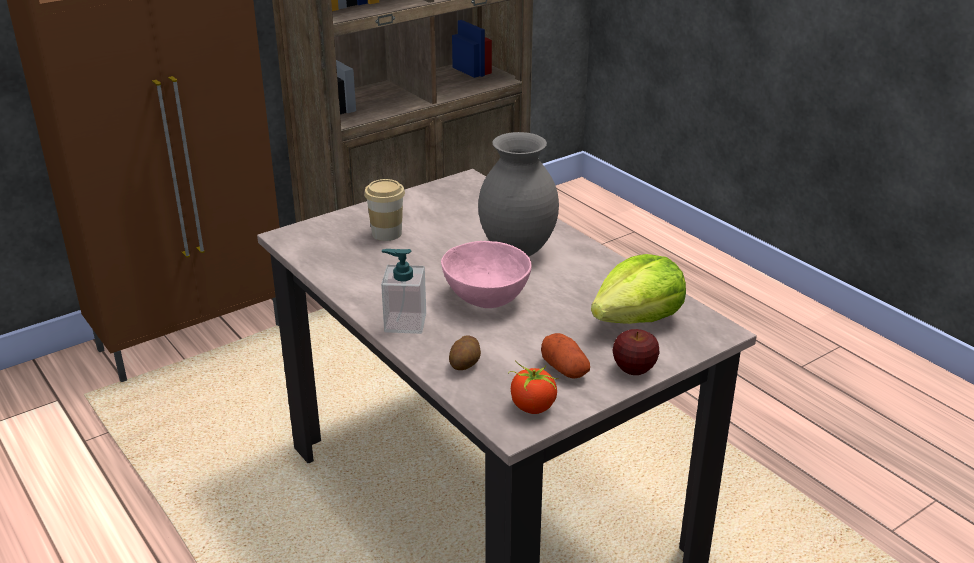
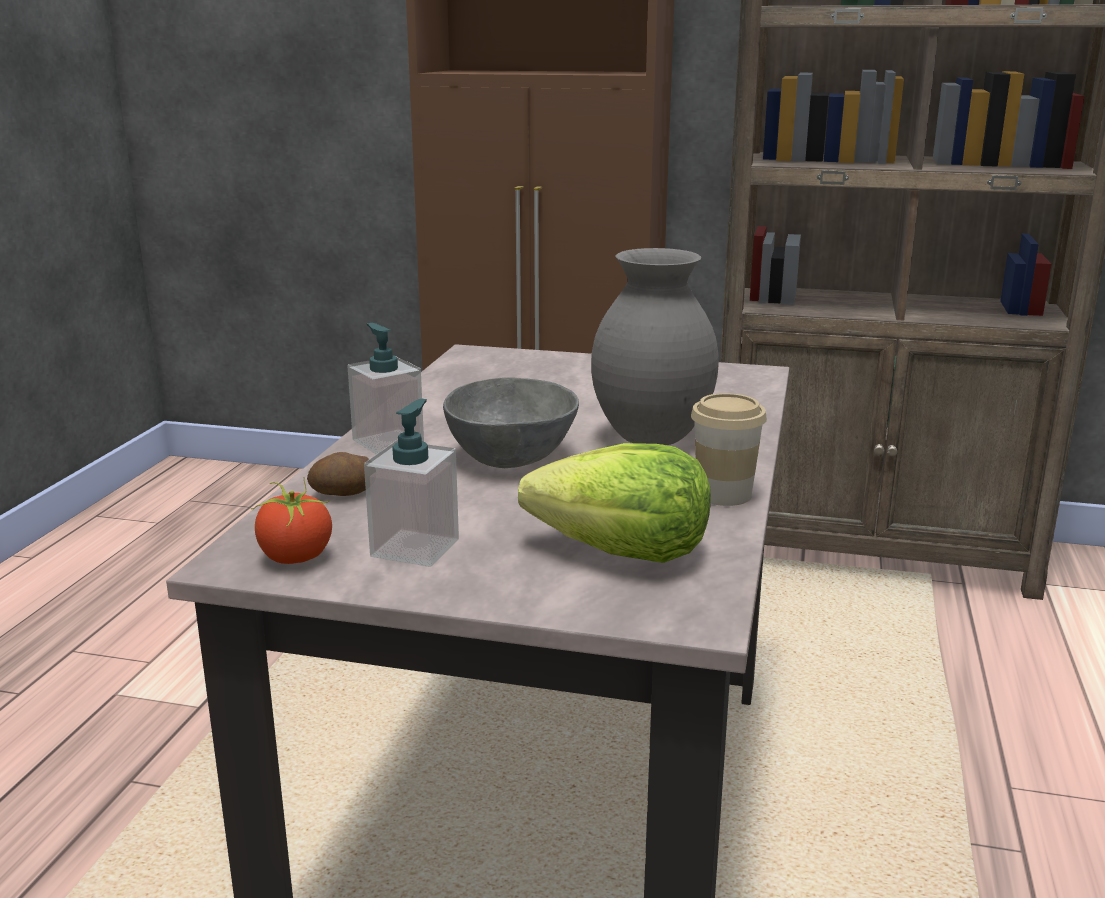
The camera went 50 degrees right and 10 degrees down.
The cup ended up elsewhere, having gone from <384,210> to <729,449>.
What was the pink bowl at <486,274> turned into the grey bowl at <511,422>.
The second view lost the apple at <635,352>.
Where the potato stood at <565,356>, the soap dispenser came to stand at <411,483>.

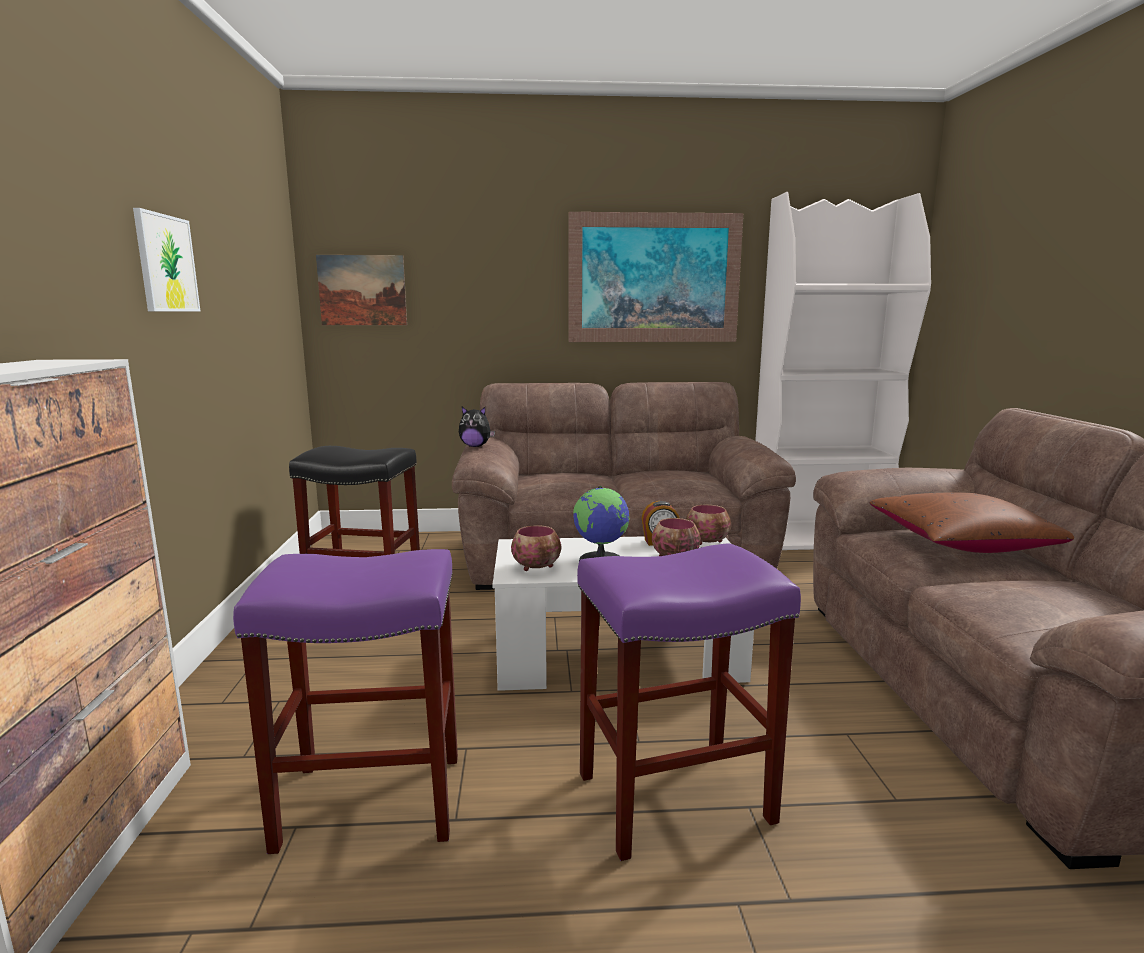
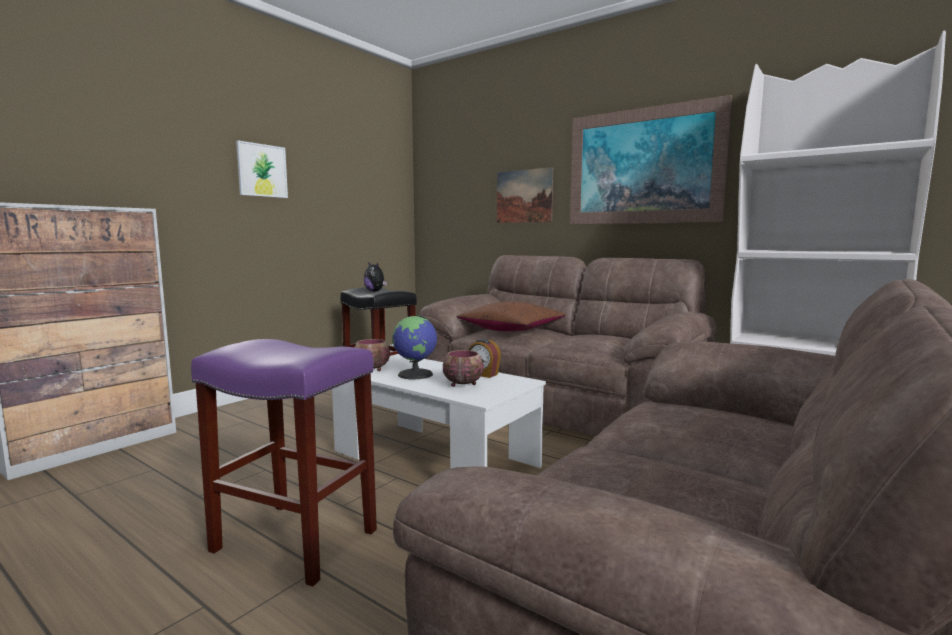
The camera went 40 degrees right and 5 degrees down.
The picture ended up elsewhere, having gone from <361,290> to <525,195>.
The plush toy ended up elsewhere, having gone from <477,427> to <375,277>.
The brown pillow ended up elsewhere, having gone from <972,522> to <511,316>.
The second view lost the bowl at <708,525>.
The second view lost the purple stool at <345,701>.

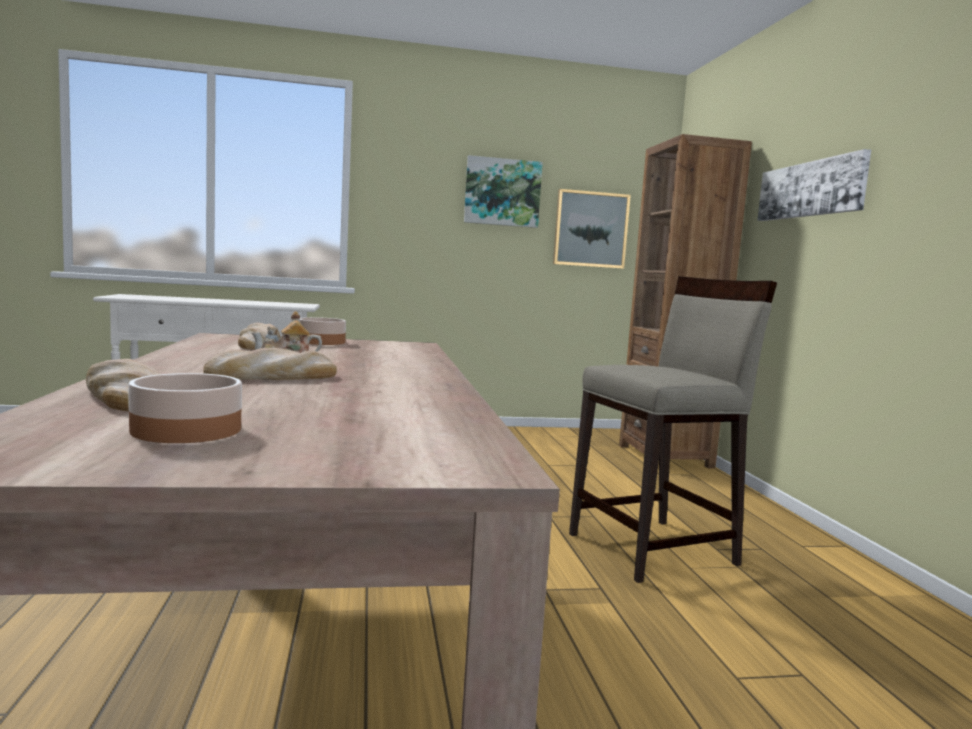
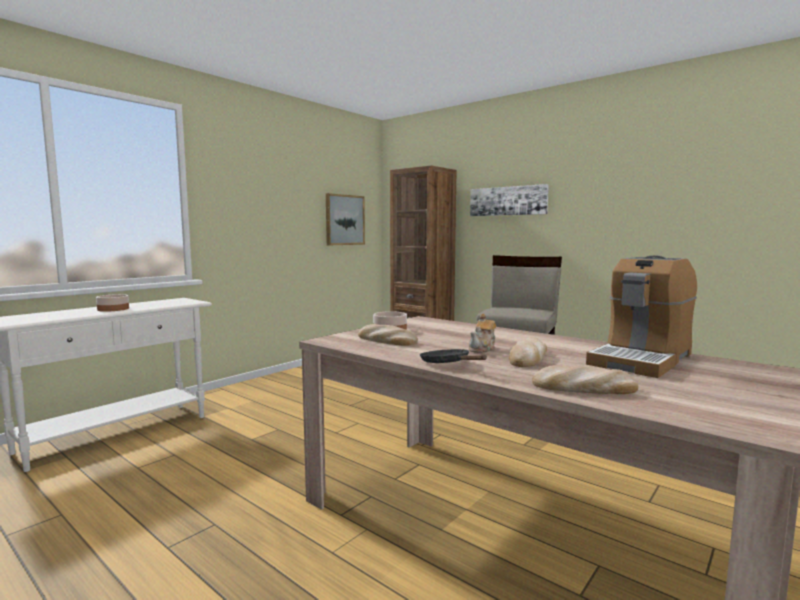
The camera went 40 degrees left and 0 degrees up.
The second view lost the picture at <503,191>.
The bowl ended up elsewhere, having gone from <185,408> to <112,303>.
The second view gained the coffee machine at <641,316>.
The second view gained the black frying pan at <453,356>.

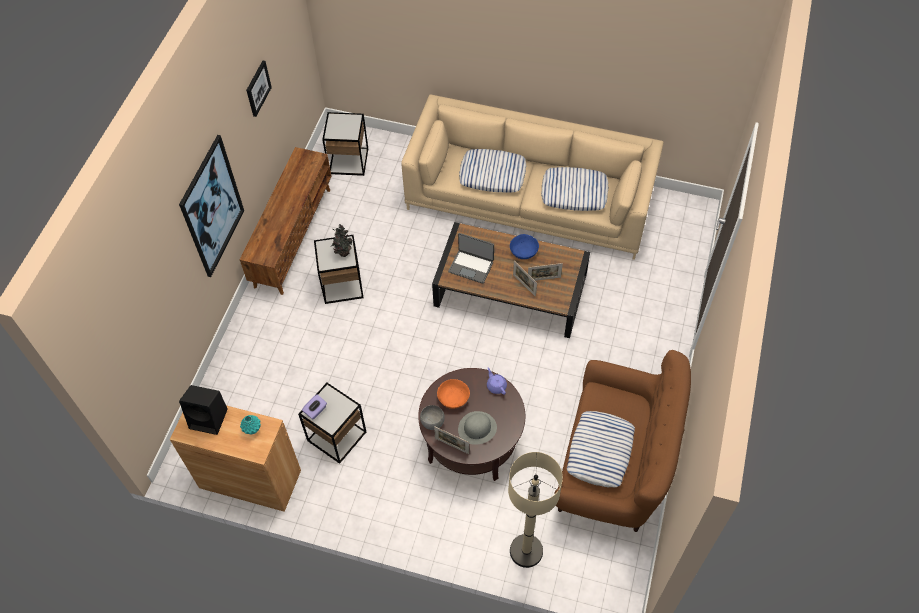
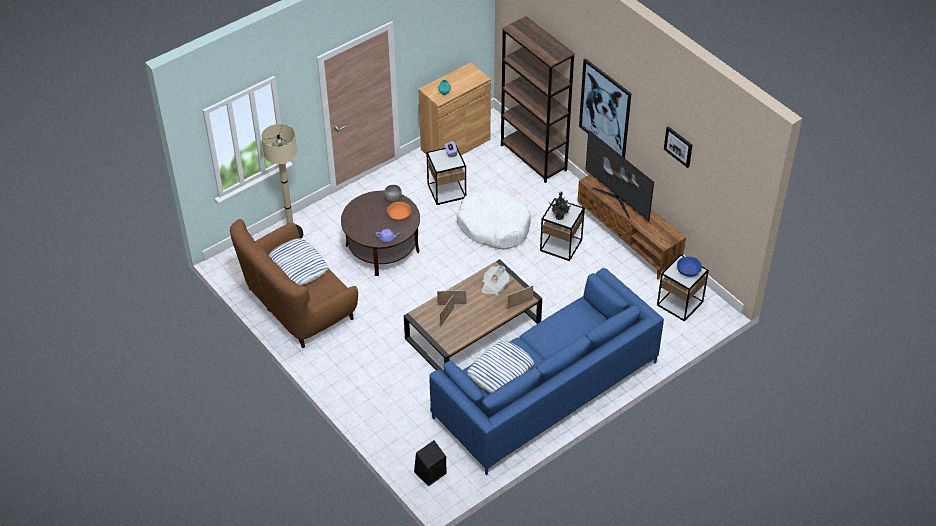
The camera went 125 degrees right and 10 degrees down.
What was the beige sofa at <532,177> turned into the blue sofa at <546,371>.
The second view lost the pillow at <493,170>.
Where the laptop stood at <471,258>, the newspaper came to stand at <496,280>.
The blue bowl ended up elsewhere, having gone from <524,246> to <689,266>.
The black speaker ended up elsewhere, having gone from <203,410> to <430,463>.
The second view lost the grey hat at <477,428>.
The picture frame ended up elsewhere, having gone from <451,440> to <520,297>.
The second view gained the brown bookcase at <538,99>.
The second view gained the television at <619,176>.
The second view gained the white dog bed at <494,219>.

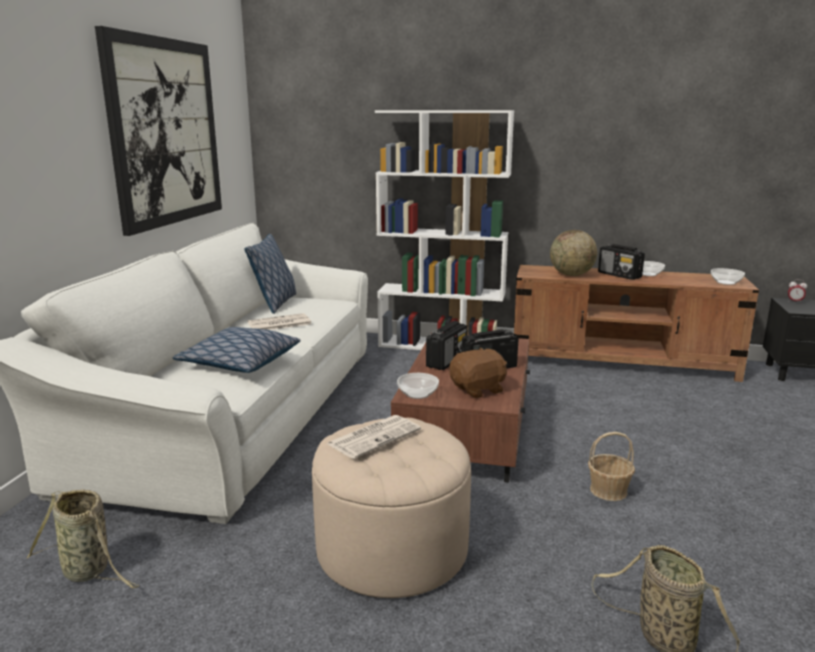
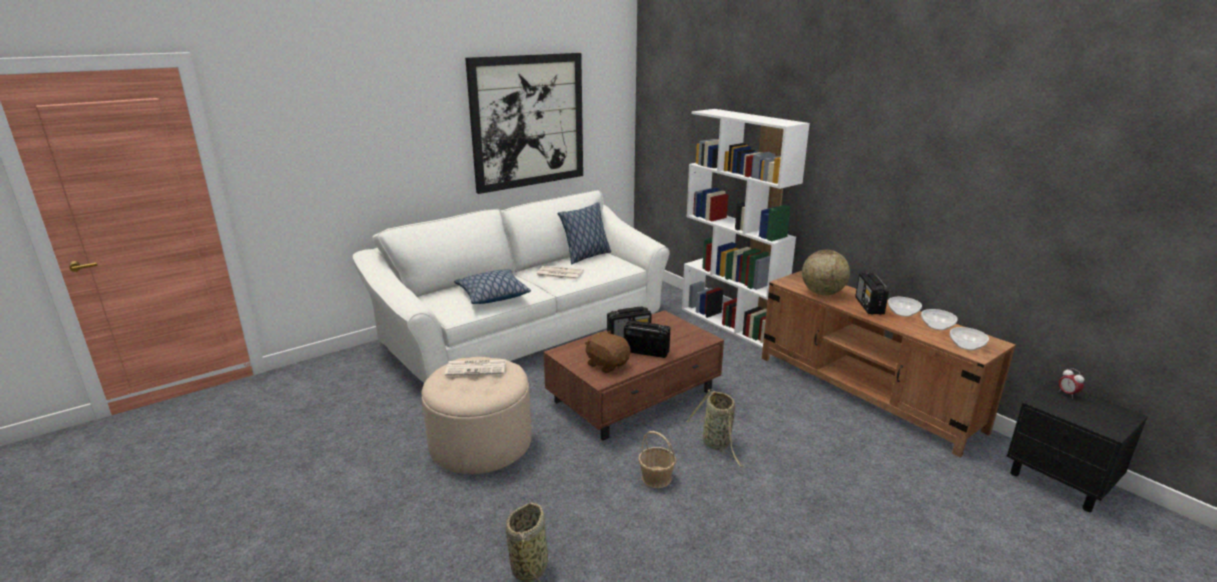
The camera went 40 degrees right and 5 degrees up.
The brown plush toy at <478,372> ended up facing another way, 150 degrees counterclockwise from before.
The bowl ended up elsewhere, having gone from <418,386> to <939,319>.
The basket ended up elsewhere, having gone from <82,539> to <715,428>.

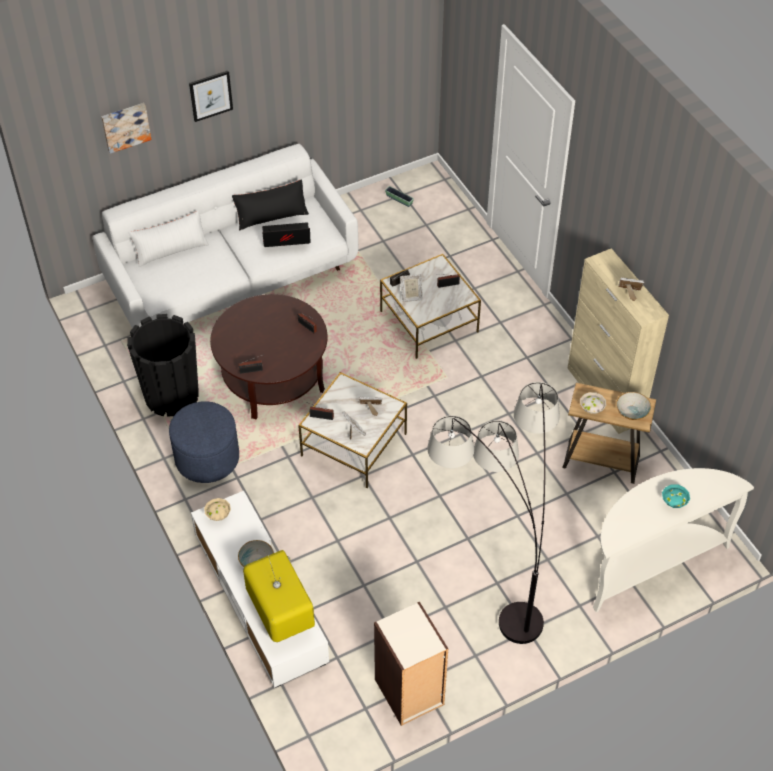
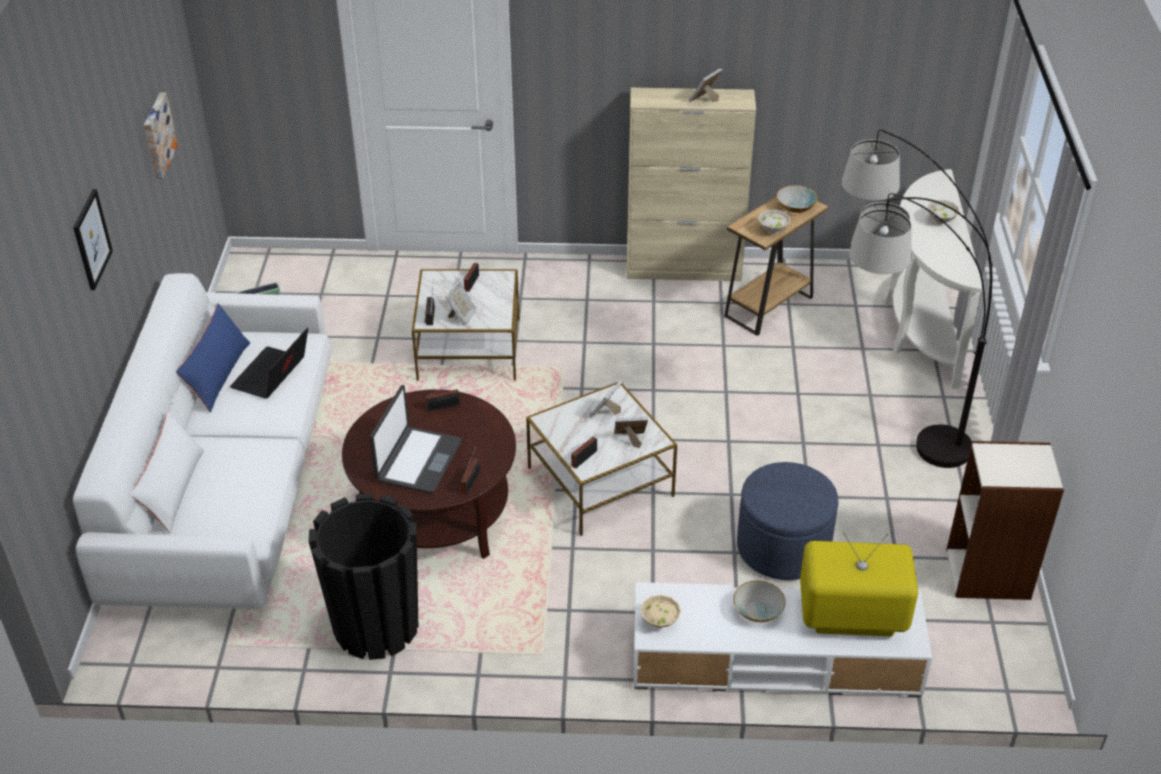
The camera went 60 degrees left and 10 degrees down.
The picture ended up elsewhere, having gone from <126,128> to <161,135>.
What was the black pillow at <270,205> turned into the blue pillow at <213,358>.
The blue ottoman ended up elsewhere, having gone from <204,442> to <787,521>.
What was the turquoise bowl at <676,496> turned into the white bowl at <943,212>.
The second view gained the laptop at <416,439>.

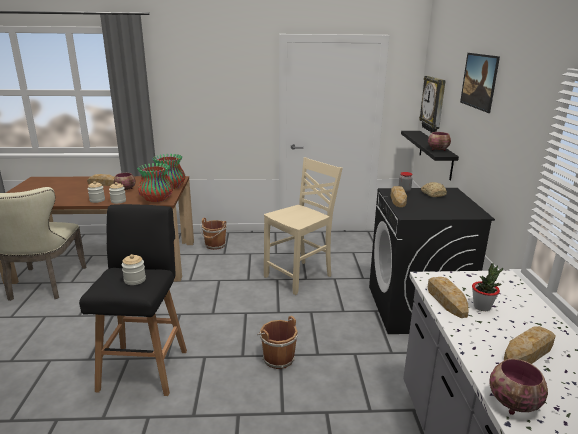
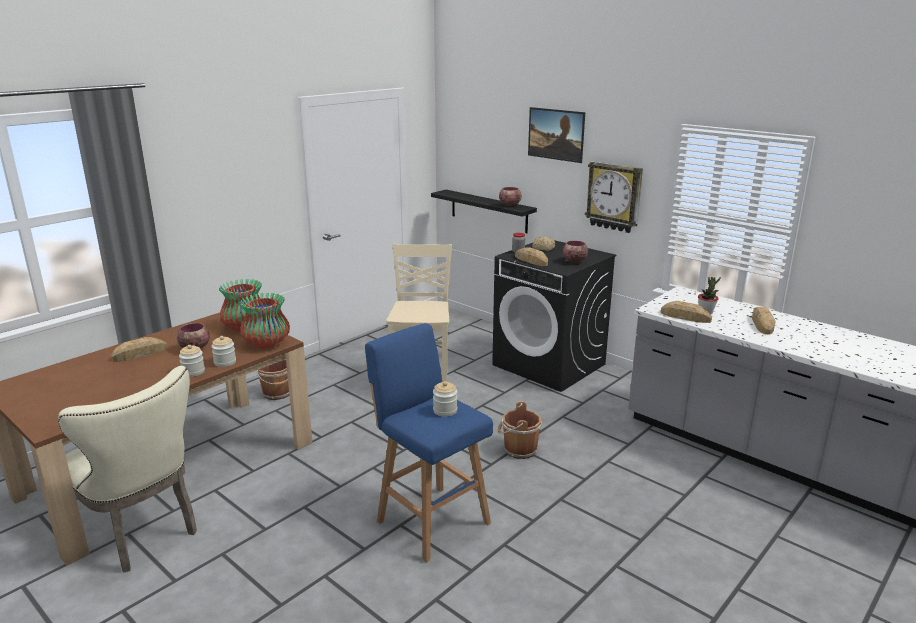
The camera went 45 degrees left and 0 degrees up.
The wall clock ended up elsewhere, having gone from <432,104> to <614,197>.
What was the black stool at <133,300> turned into the blue stool at <429,443>.
The bowl ended up elsewhere, having gone from <518,387> to <575,252>.

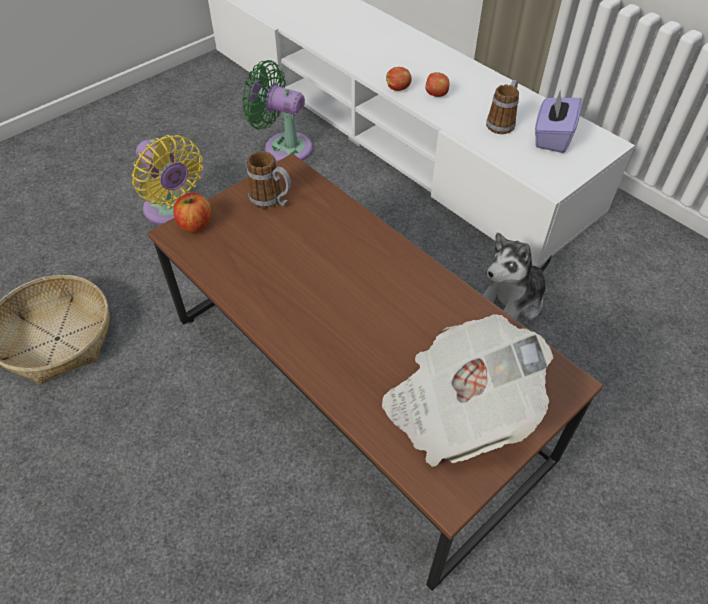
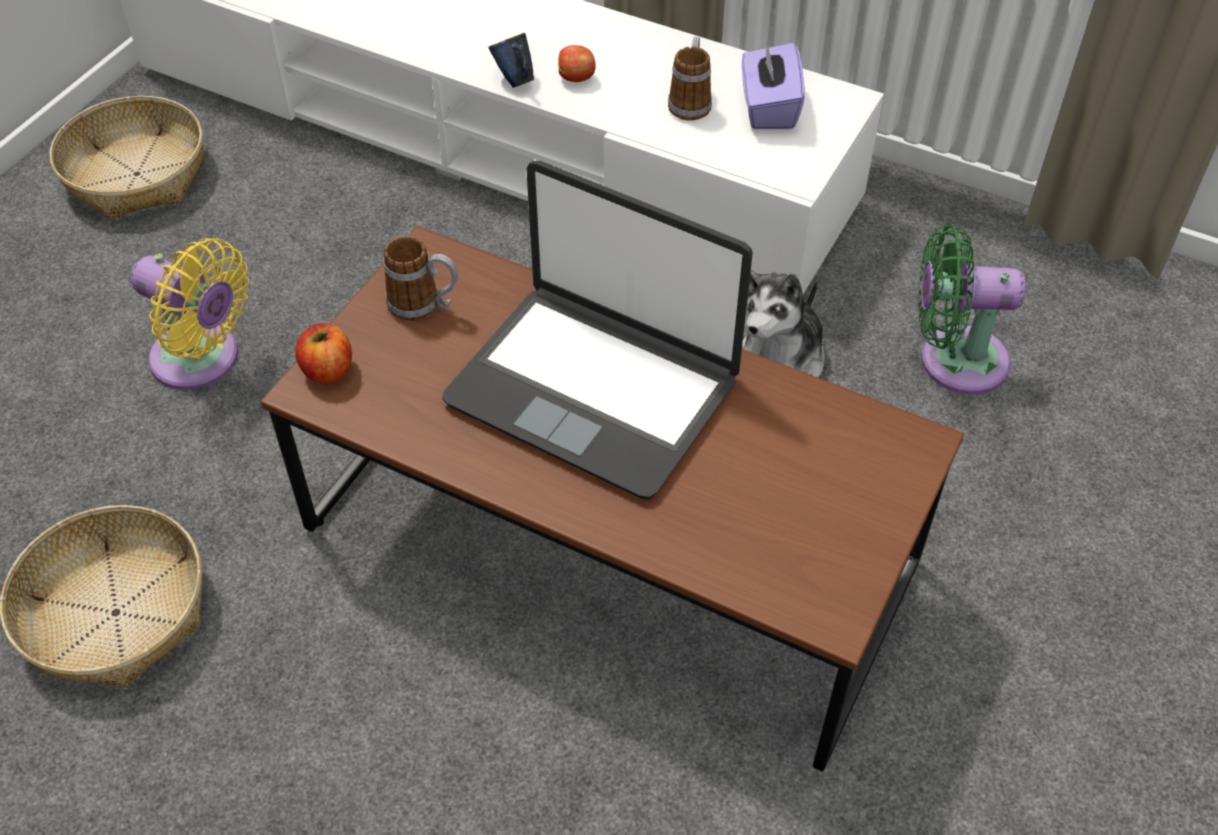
The camera went 20 degrees left and 0 degrees up.
The green fan ended up elsewhere, having gone from <277,111> to <972,309>.
Where the apple stood at <398,79>, the blue mug came to stand at <511,60>.
The second view lost the newspaper at <467,390>.
The second view gained the basket at <127,158>.
The second view gained the laptop at <597,330>.

